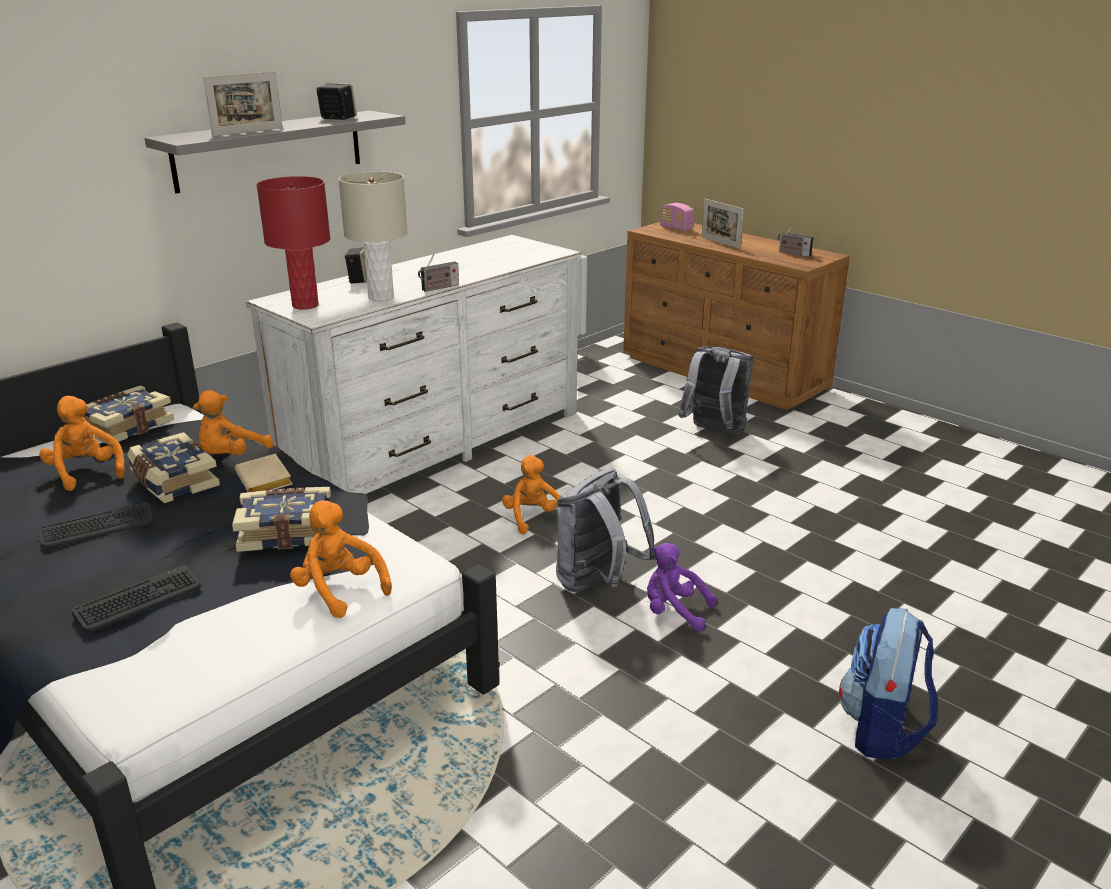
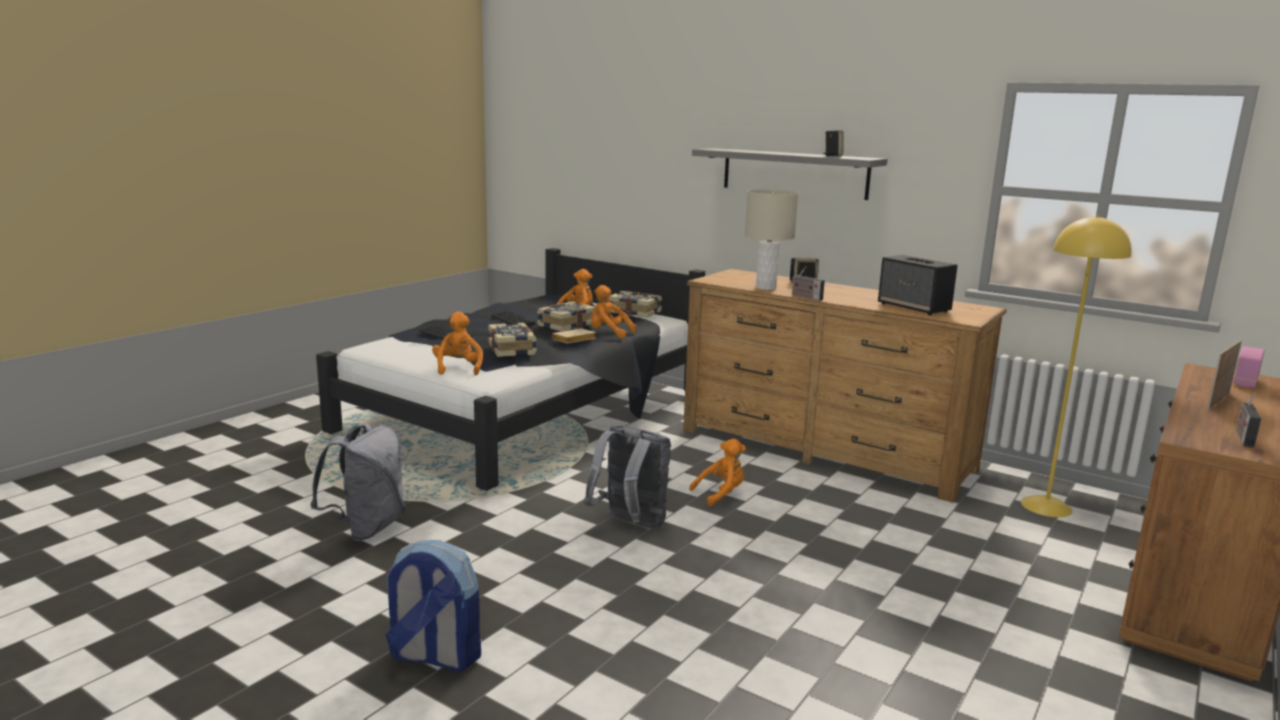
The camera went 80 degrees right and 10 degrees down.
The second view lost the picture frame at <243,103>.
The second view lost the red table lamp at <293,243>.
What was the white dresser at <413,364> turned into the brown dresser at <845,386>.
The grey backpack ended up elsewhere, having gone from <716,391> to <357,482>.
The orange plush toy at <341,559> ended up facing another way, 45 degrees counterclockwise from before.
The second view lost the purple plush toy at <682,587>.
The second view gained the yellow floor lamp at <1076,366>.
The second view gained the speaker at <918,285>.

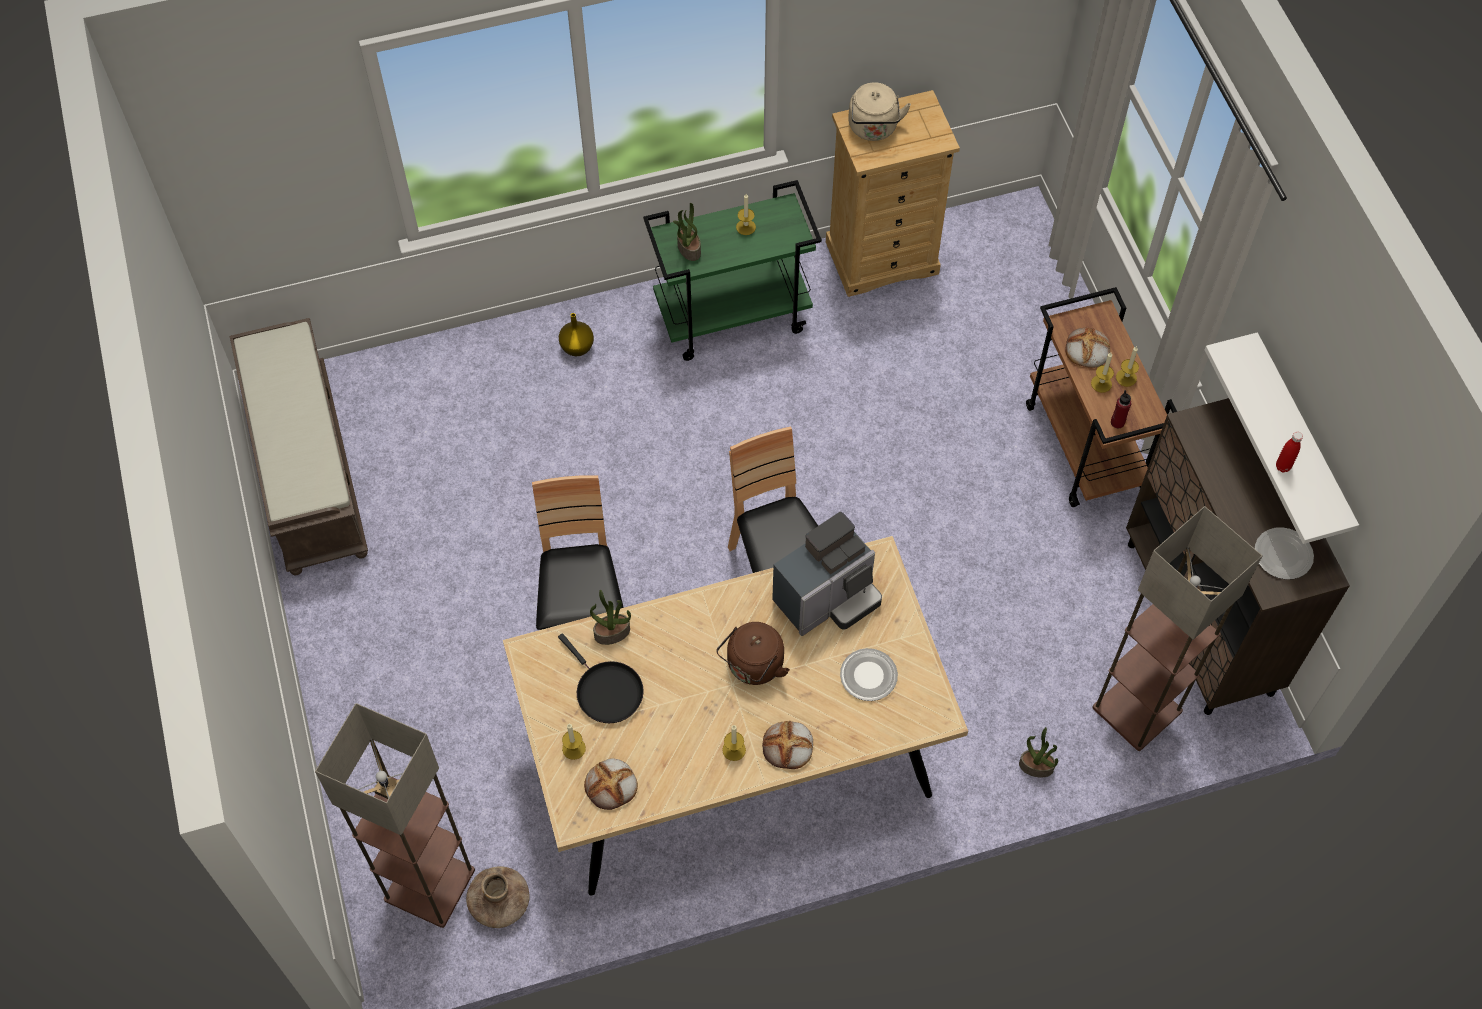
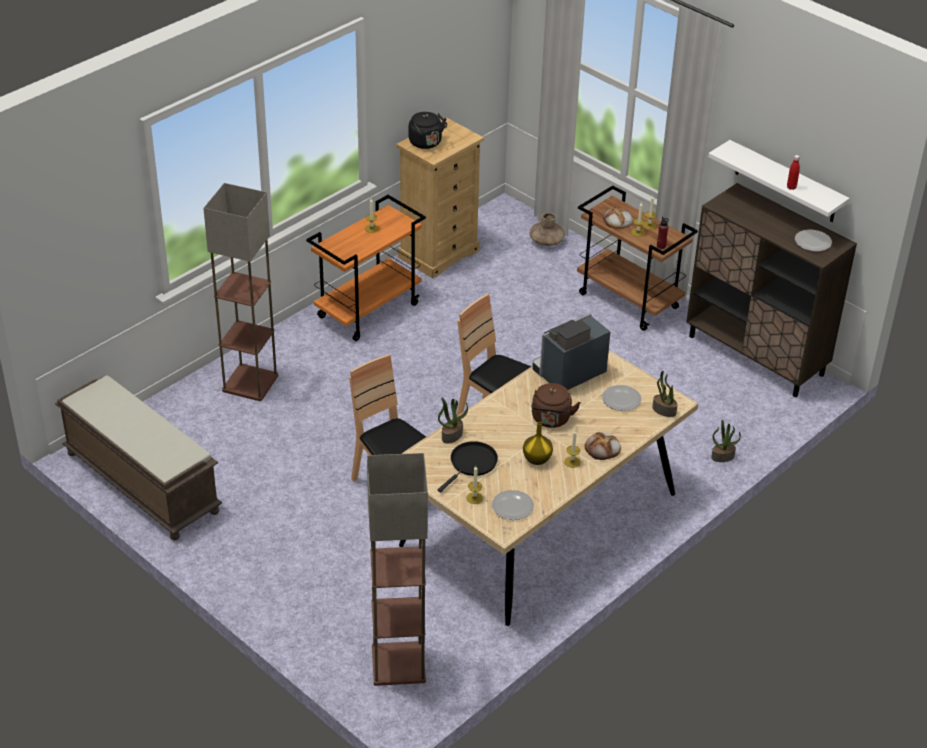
The camera went 30 degrees left and 20 degrees down.
What was the beige kettle at <879,111> turned into the black kettle at <428,130>.
What was the green cart at <732,270> turned into the orange cart at <366,268>.
The potted plant ended up elsewhere, having gone from <687,232> to <665,394>.
The yellow vase ended up elsewhere, having gone from <576,334> to <538,443>.
The floor lamp ended up elsewhere, having gone from <1177,628> to <240,292>.
The coffee machine at <827,574> ended up facing another way, 150 degrees counterclockwise from before.
The black frying pan at <601,678> ended up facing another way, 75 degrees counterclockwise from before.
Where the bread stood at <611,784>, the plate came to stand at <513,505>.
The brown vase ended up elsewhere, having gone from <497,897> to <547,229>.

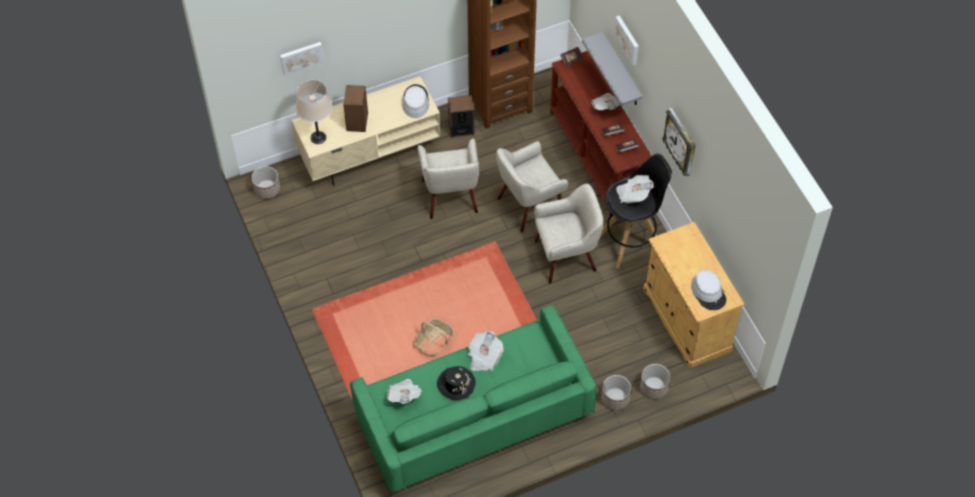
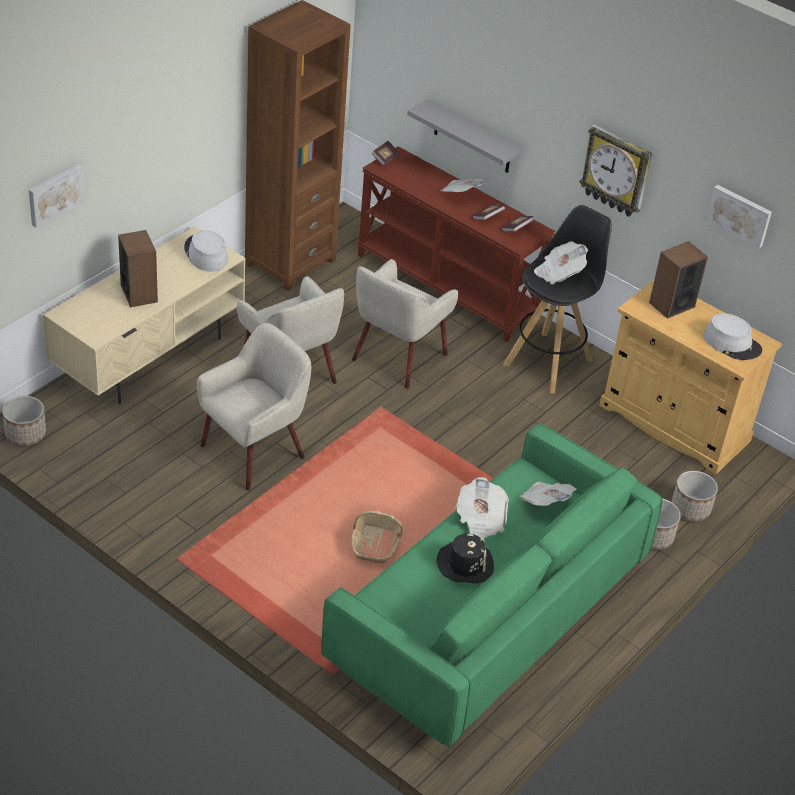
The camera went 30 degrees left and 15 degrees down.
The picture ended up elsewhere, having gone from <626,40> to <739,216>.
The second view lost the beige table lamp at <314,112>.
The speaker ended up elsewhere, having gone from <461,116> to <678,280>.
The beige armchair ended up elsewhere, having gone from <568,234> to <254,407>.
The newspaper ended up elsewhere, having gone from <404,391> to <548,494>.

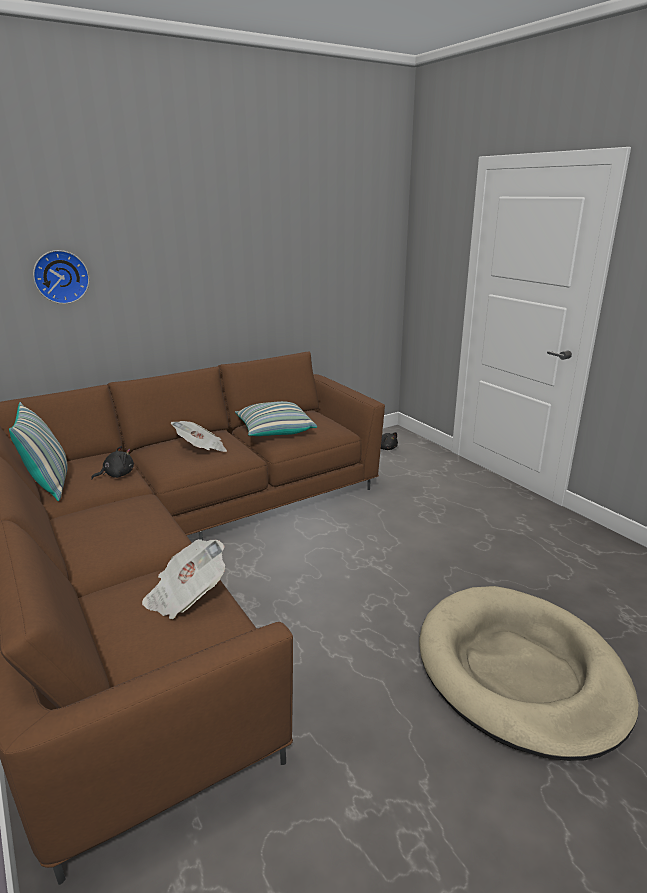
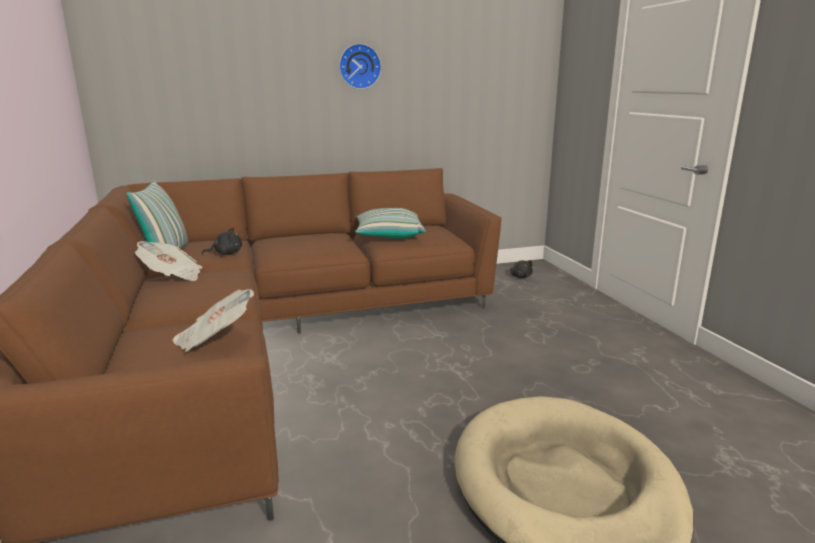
The camera went 15 degrees right and 5 degrees down.
The wall clock ended up elsewhere, having gone from <61,277> to <360,66>.
The newspaper ended up elsewhere, having gone from <199,436> to <168,261>.

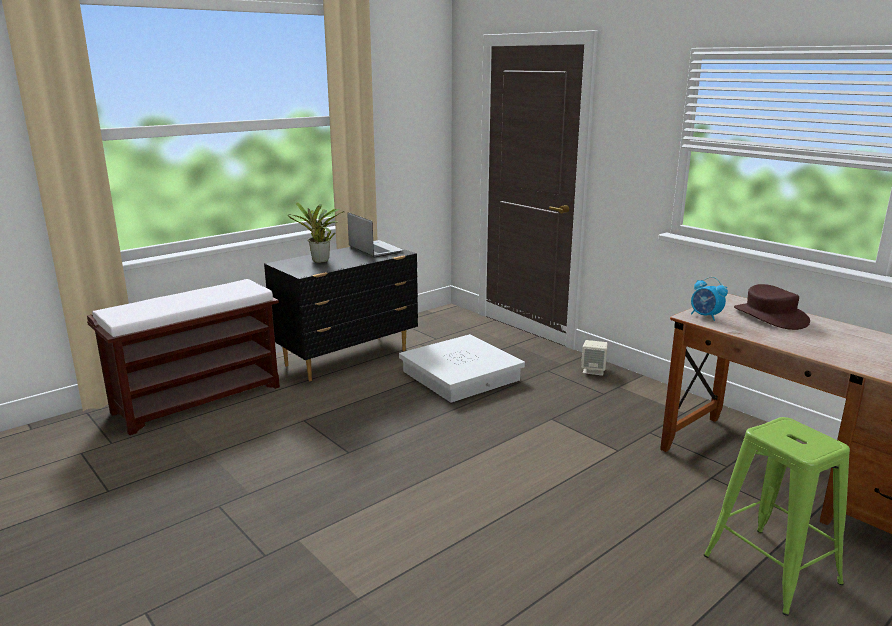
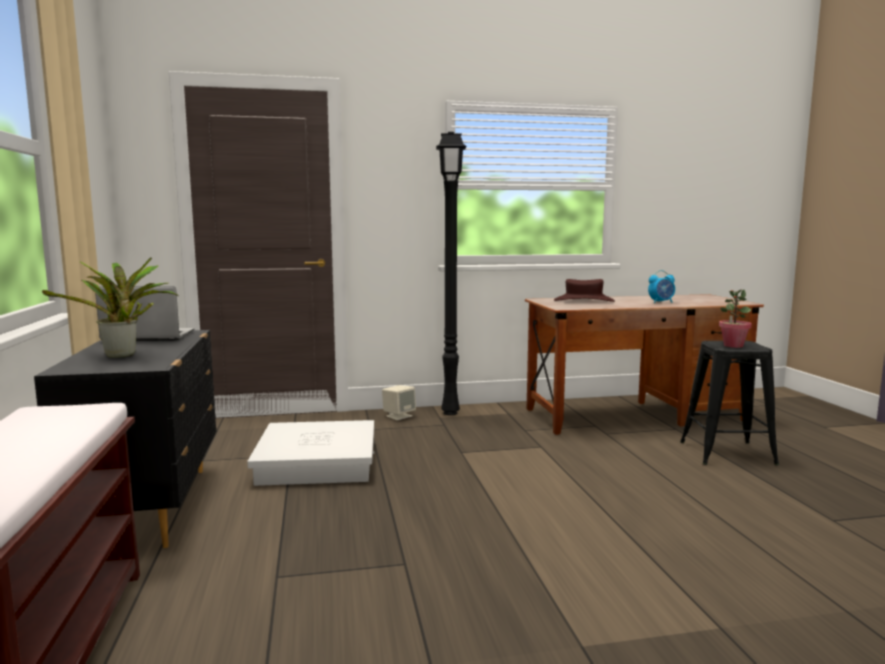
The camera went 60 degrees left and 10 degrees down.
The alarm clock ended up elsewhere, having gone from <709,299> to <661,286>.
What was the green stool at <777,516> turned into the black stool at <729,403>.
The second view gained the black floor lamp at <451,273>.
The second view gained the potted plant at <735,319>.

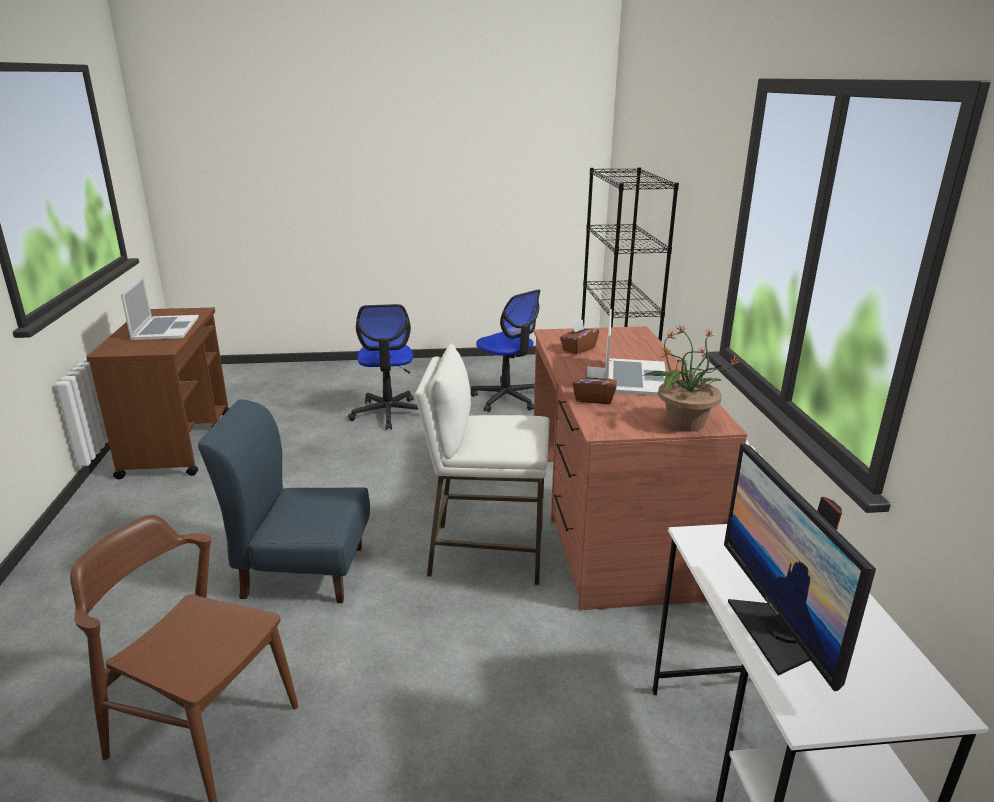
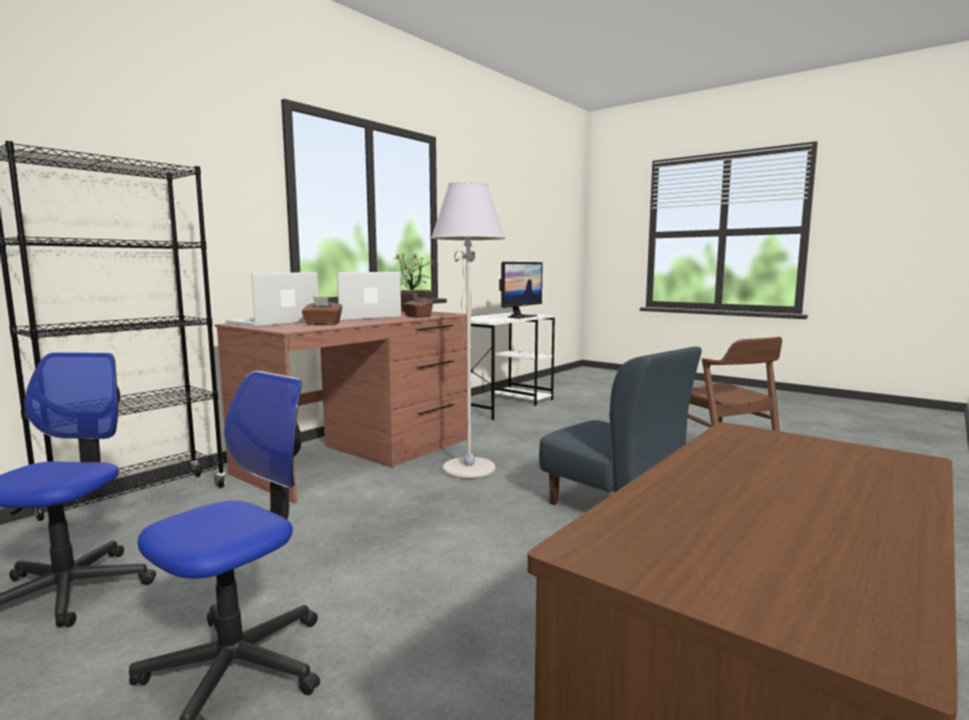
The camera went 135 degrees left and 15 degrees down.
The laptop ended up elsewhere, having gone from <160,308> to <272,299>.
Where the white stool stood at <482,464>, the grey floor lamp came to stand at <468,330>.

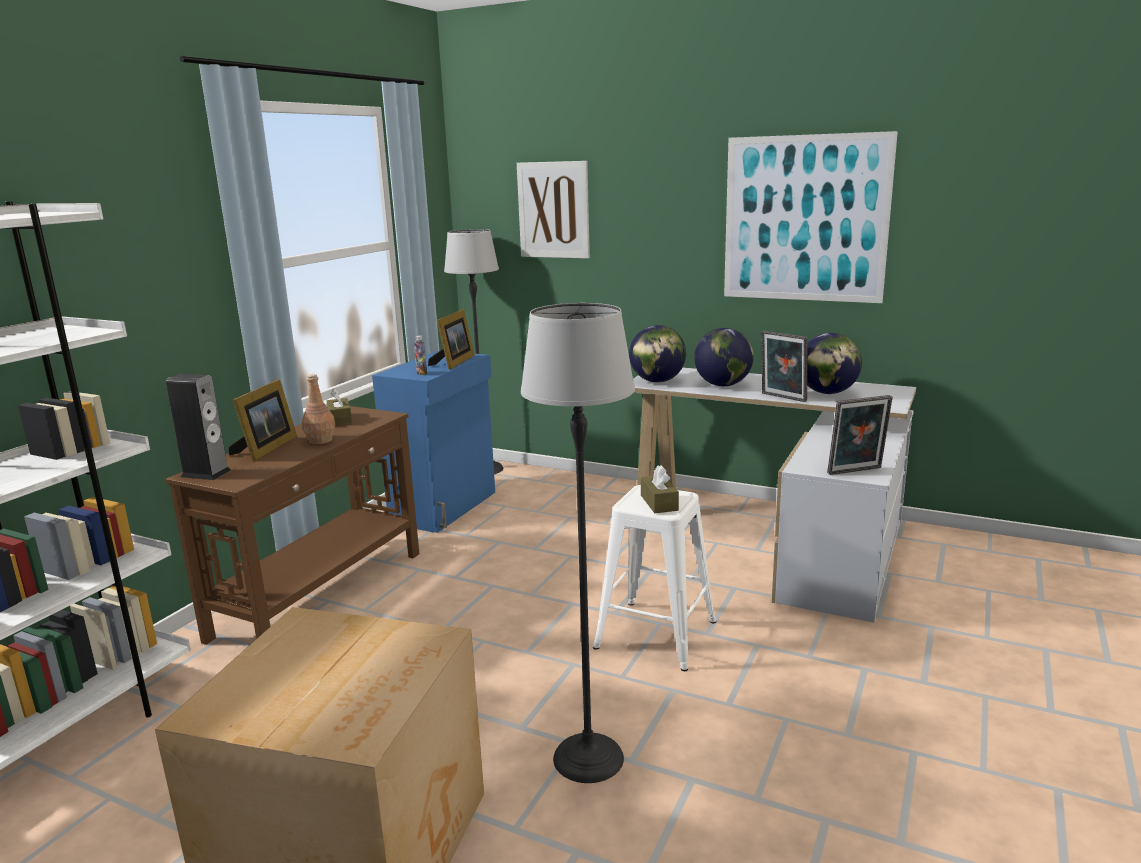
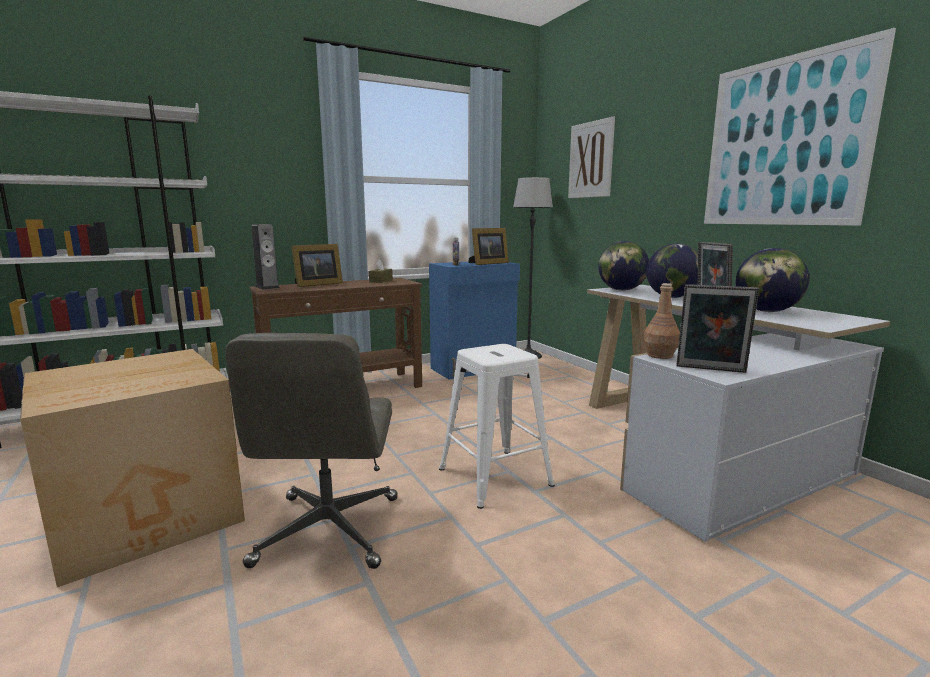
The camera went 35 degrees right and 5 degrees down.
Where the floor lamp stood at <578,543>, the grey office chair came to stand at <311,451>.
The brown bottle ended up elsewhere, having gone from <318,409> to <662,321>.
The second view lost the brown tissue box at <660,489>.

